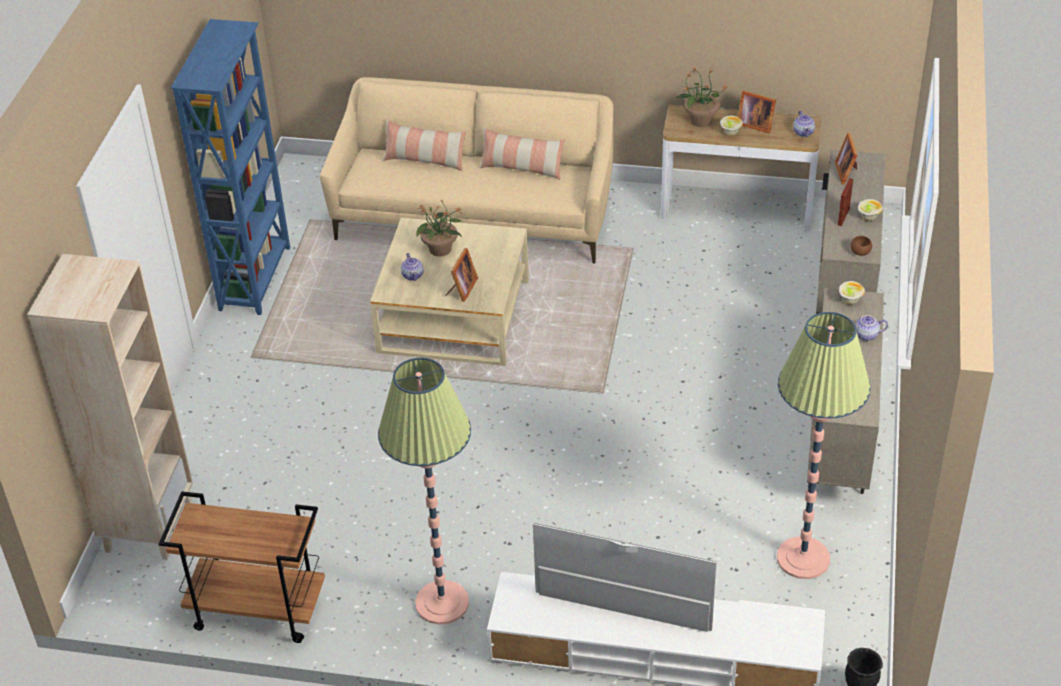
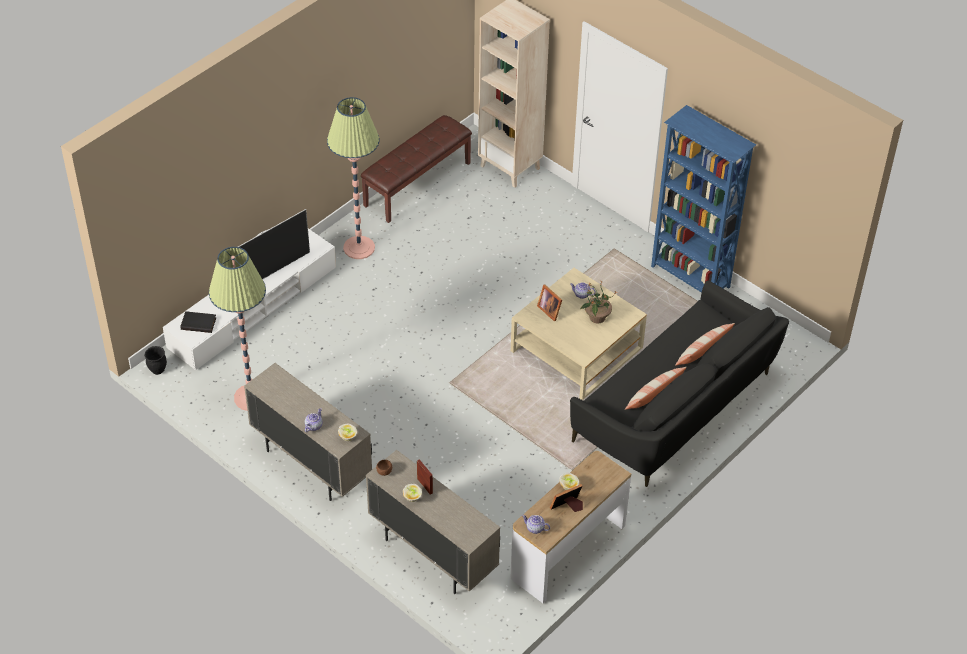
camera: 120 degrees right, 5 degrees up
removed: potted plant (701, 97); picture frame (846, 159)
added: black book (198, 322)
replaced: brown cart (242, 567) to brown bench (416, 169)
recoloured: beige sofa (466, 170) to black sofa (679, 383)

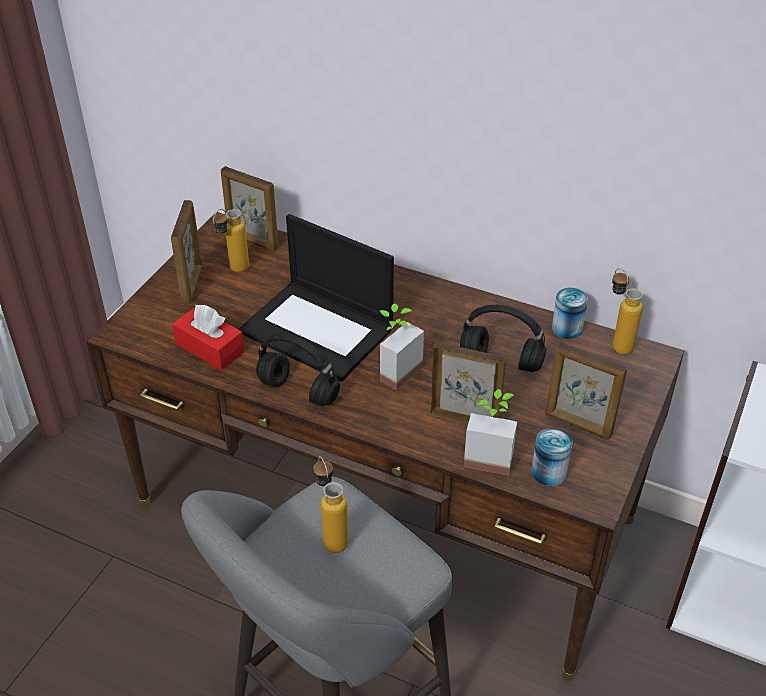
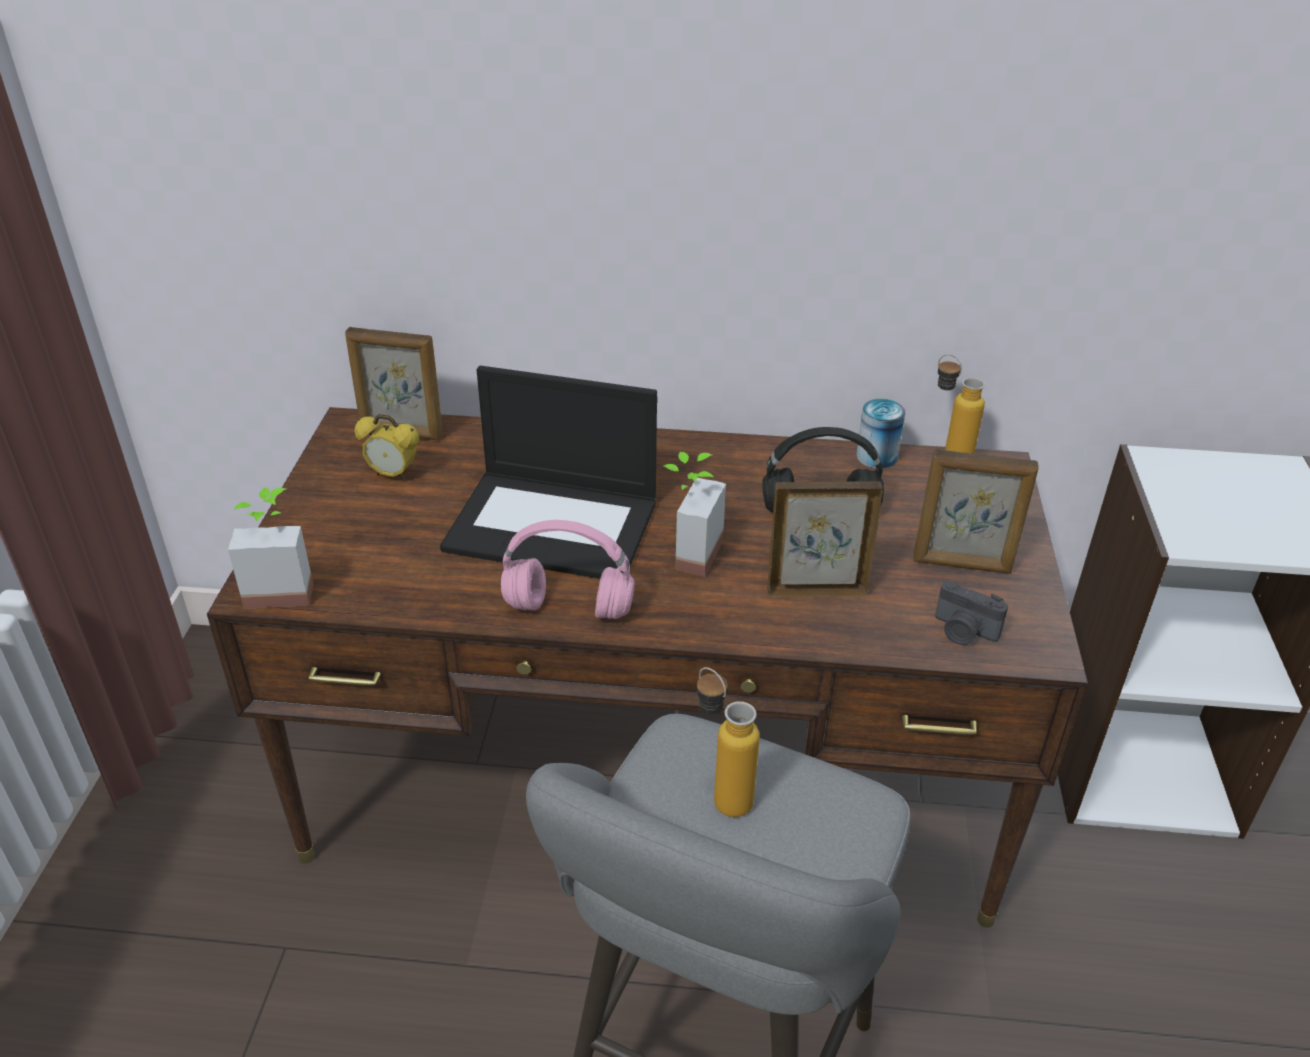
camera: 20 degrees left, 5 degrees down
removed: picture frame (187, 252); red tissue box (208, 337)
moved: potted plant (490, 432) to (271, 548)
replaced: bottle (230, 240) to alarm clock (387, 447); can (552, 457) to photo camera (971, 613)
recoloured: black headphones (298, 369) to pink headphones (567, 569)

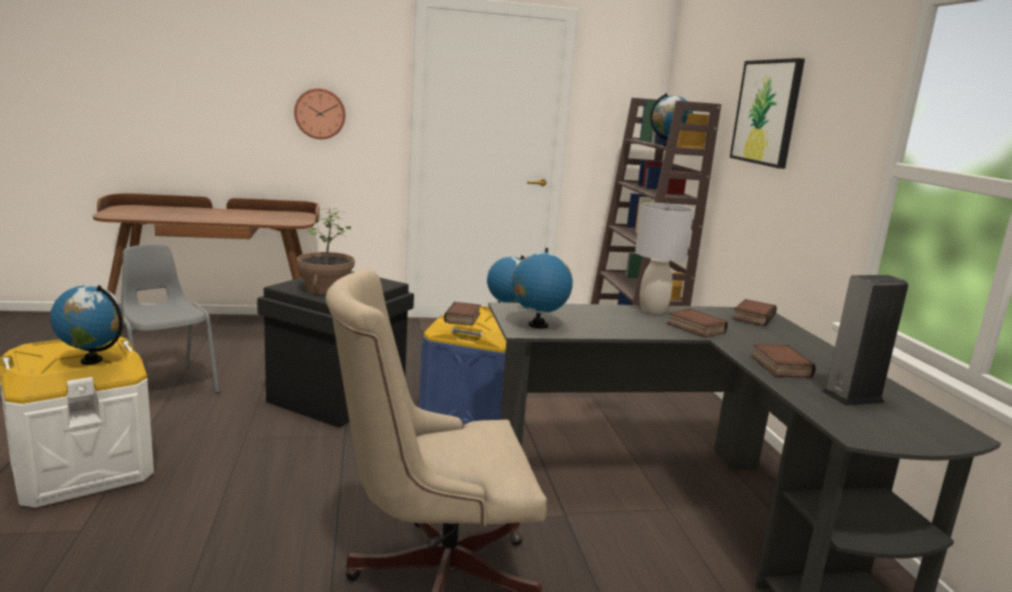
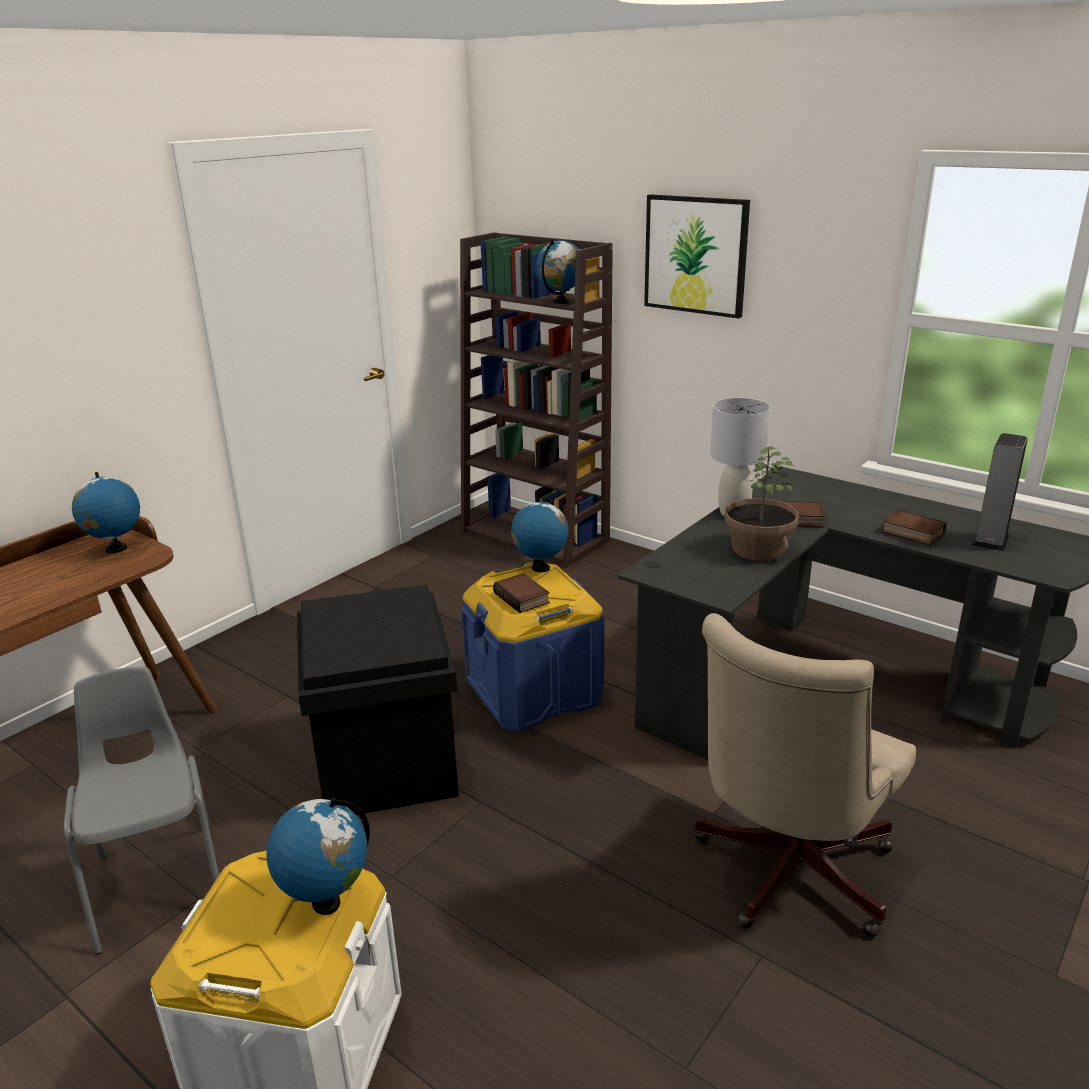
camera: 40 degrees left, 10 degrees up
removed: wall clock (319, 113); book (755, 312)
moved: globe (542, 288) to (106, 512); potted plant (326, 251) to (762, 503)
turned: grey chair (169, 318) = (141, 810) 60 degrees clockwise

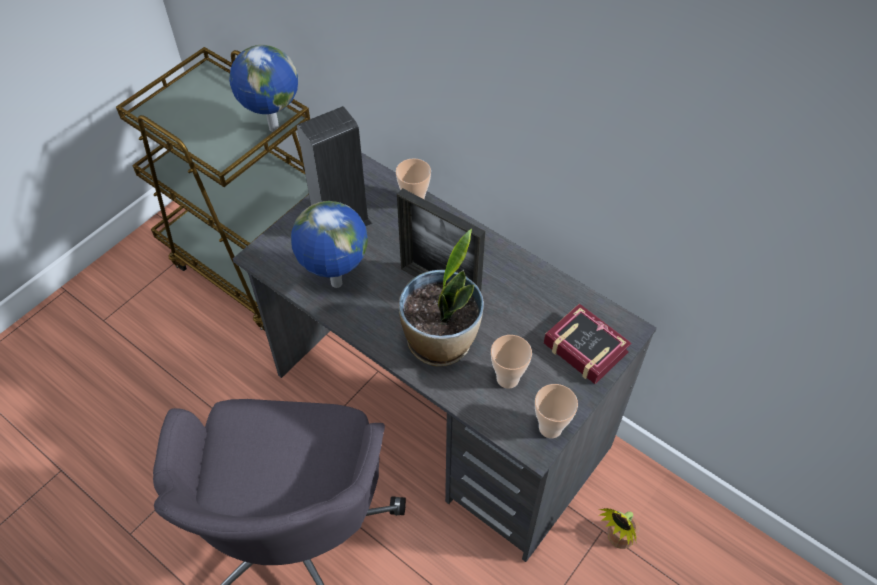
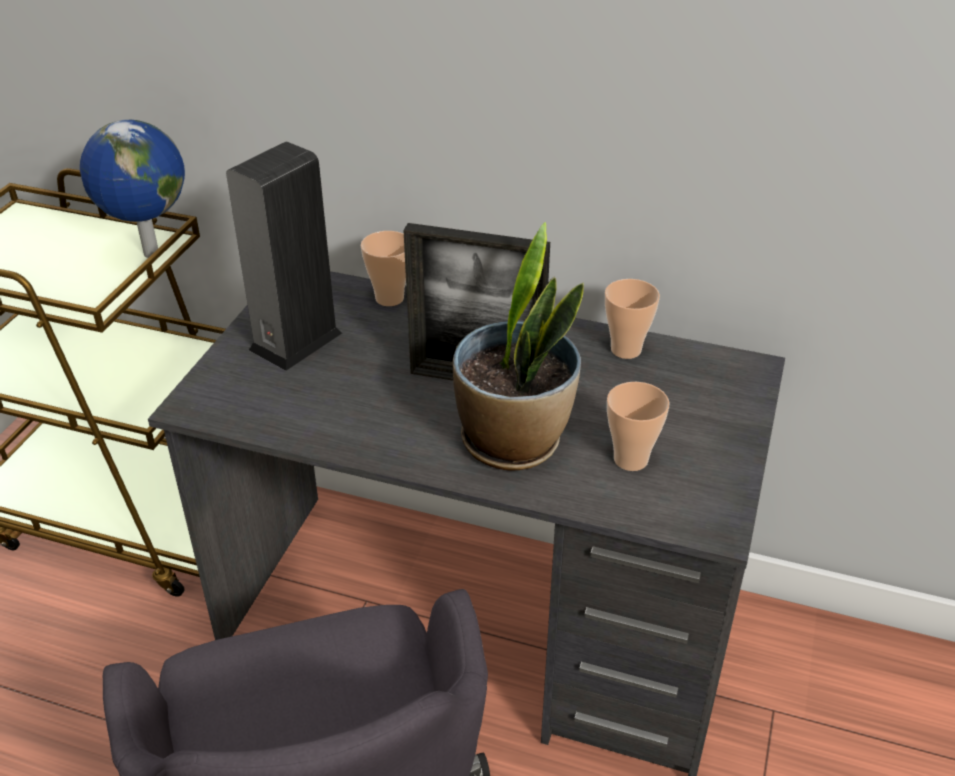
camera: 20 degrees left, 15 degrees down
removed: globe (329, 244); book (587, 344); potted plant (619, 528)
moved: cup (556, 411) to (632, 319)

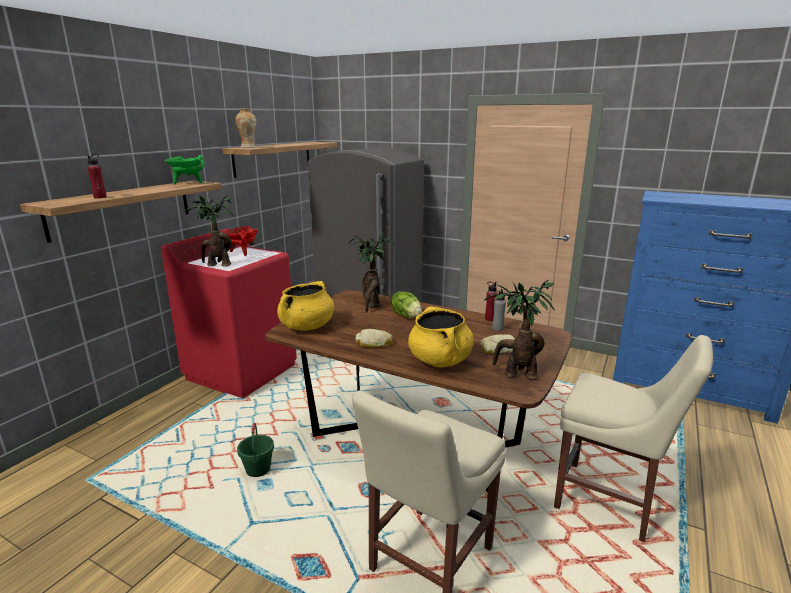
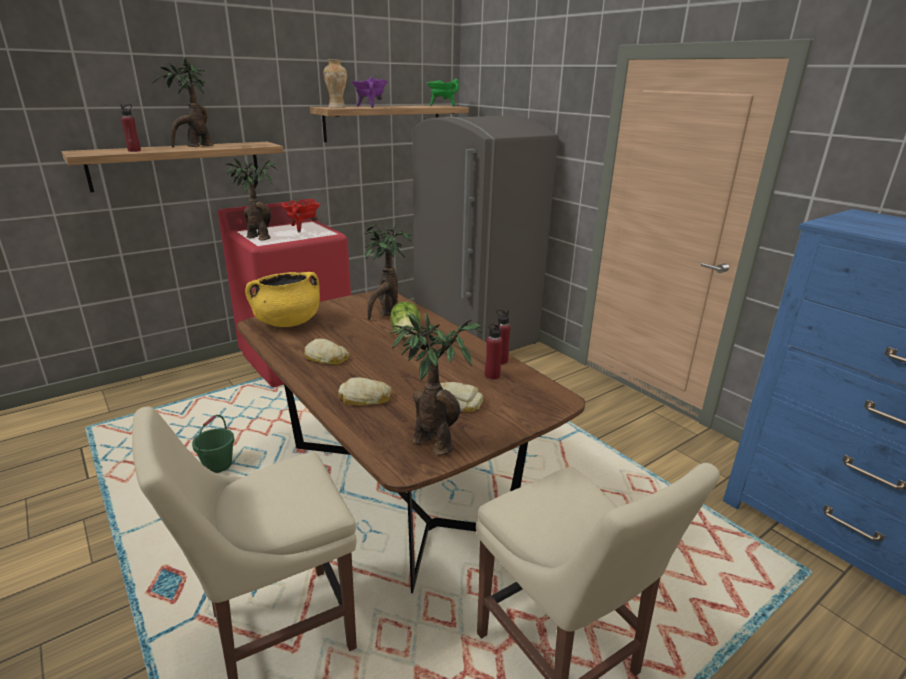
camera: 25 degrees right, 5 degrees up
added: potted plant (182, 102); purple cooking pot (369, 92)
moved: green cooking pot (185, 169) to (442, 92)
replaced: yellow cooking pot (441, 337) to bread (365, 391)
recoloured: grey bottle (499, 310) to red bottle (494, 350)

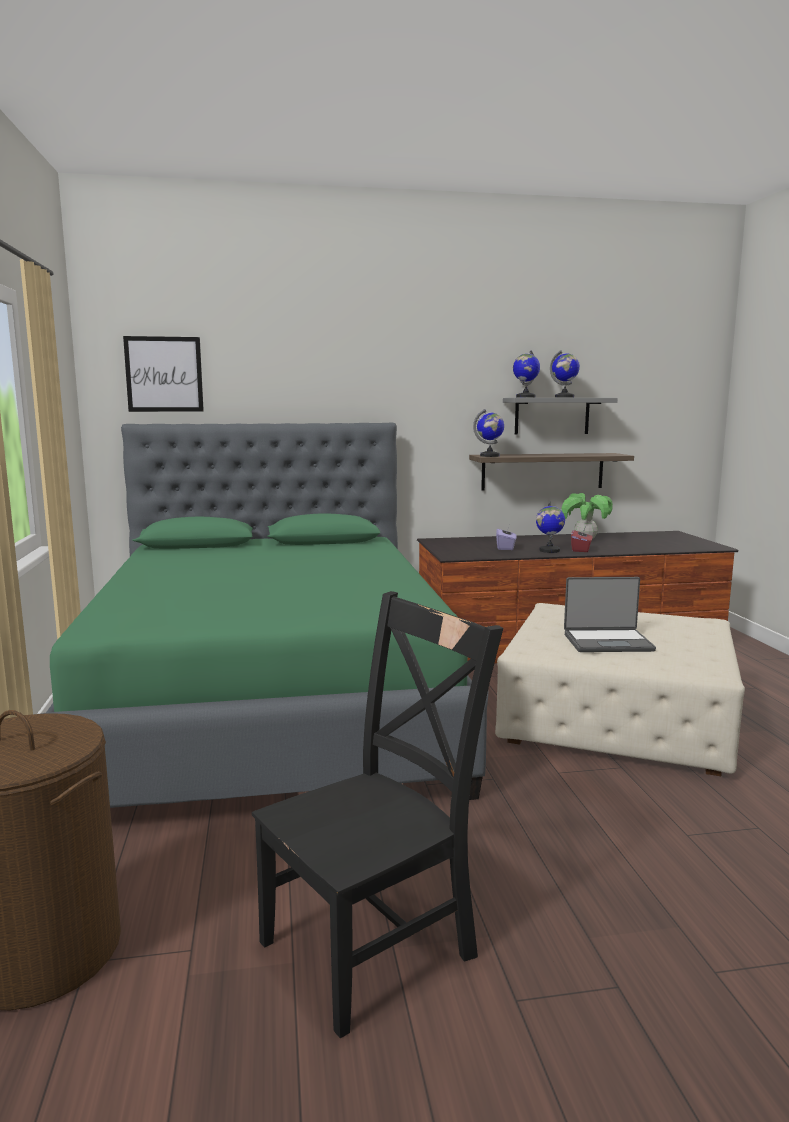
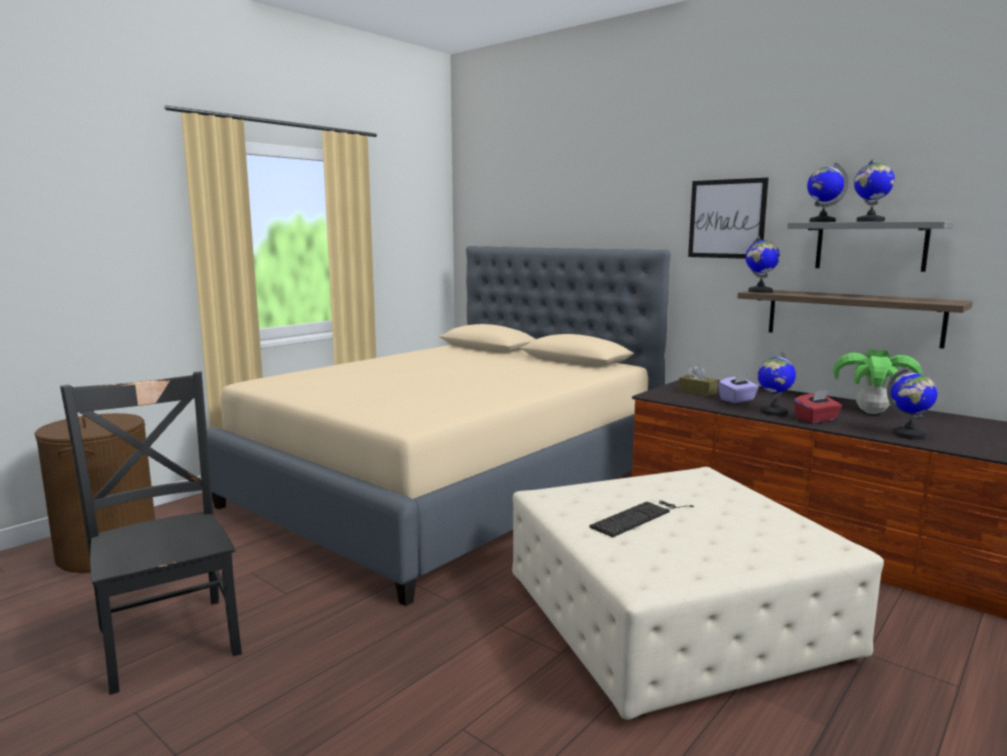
camera: 50 degrees right, 0 degrees up
added: brown tissue box (698, 381); globe (912, 403)
moved: picture (163, 374) to (728, 218)
replaced: laptop (610, 614) to keyboard (642, 519)
recoloured: green bed (264, 615) to beige bed (438, 426)
turned: black chair (377, 814) = (151, 533) 135 degrees counterclockwise

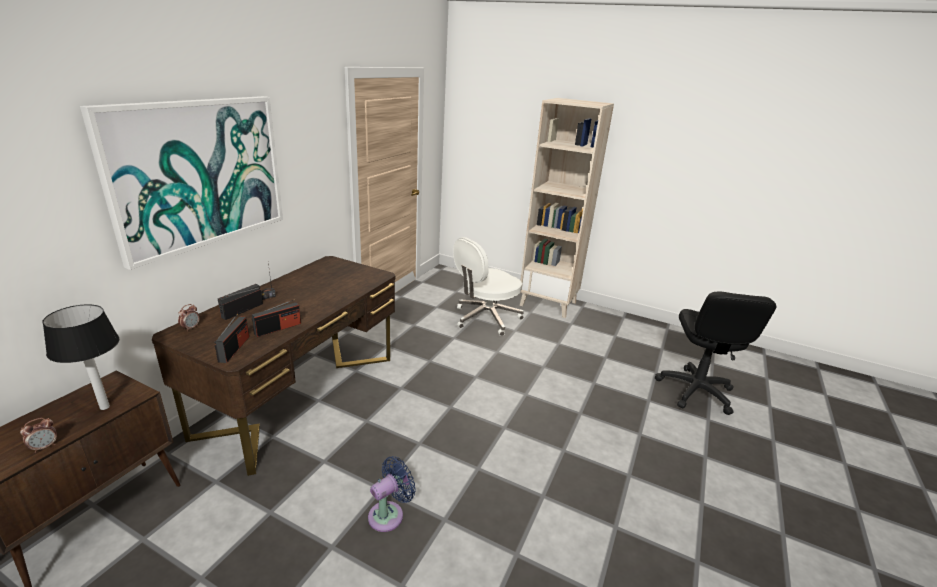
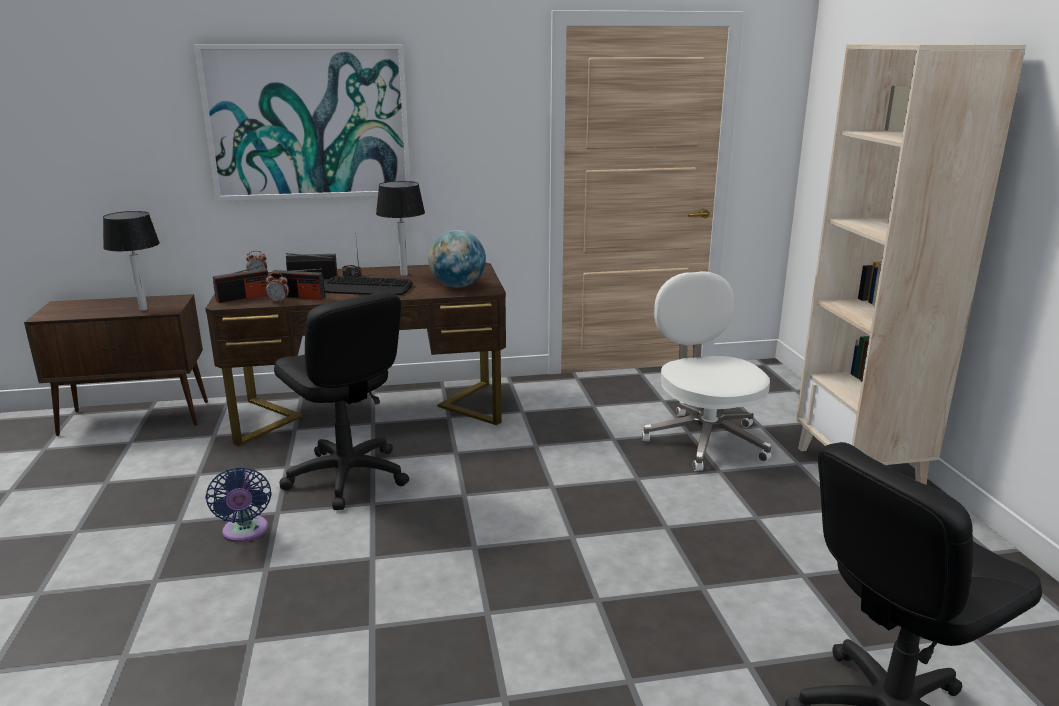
camera: 55 degrees right, 5 degrees down
added: black office chair (341, 400); keyboard (368, 285); table lamp (400, 228); globe (457, 259)
moved: alarm clock (38, 435) to (277, 288)
turned: blue fan (392, 494) = (239, 505) 60 degrees clockwise; white office chair (488, 286) = (706, 371) 60 degrees clockwise

